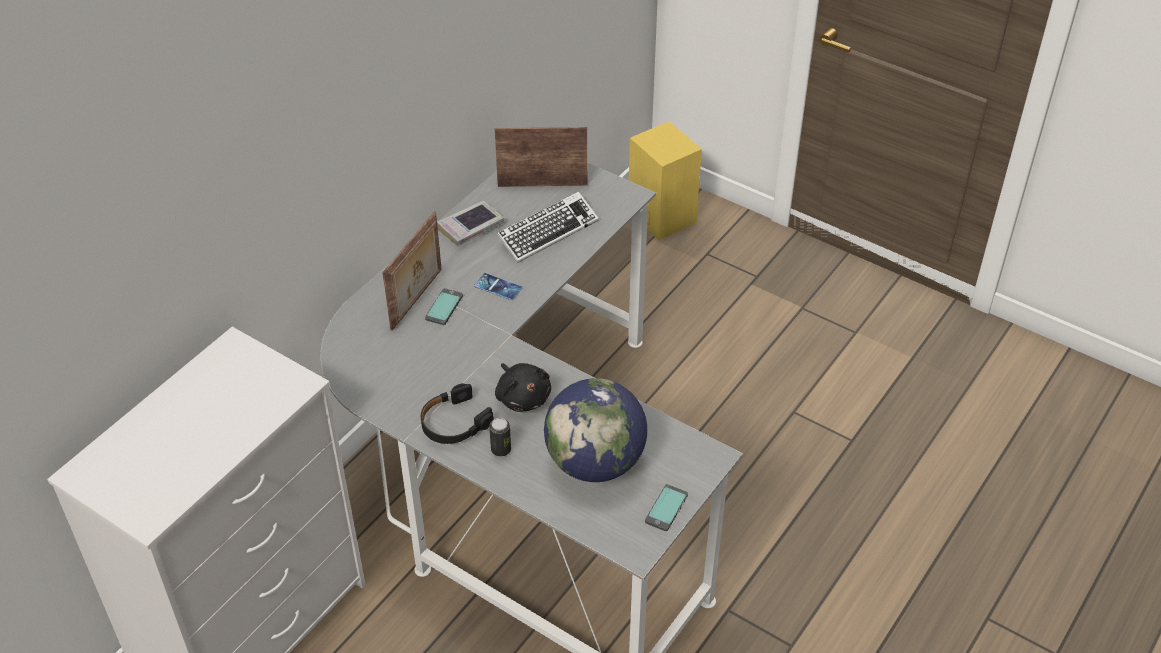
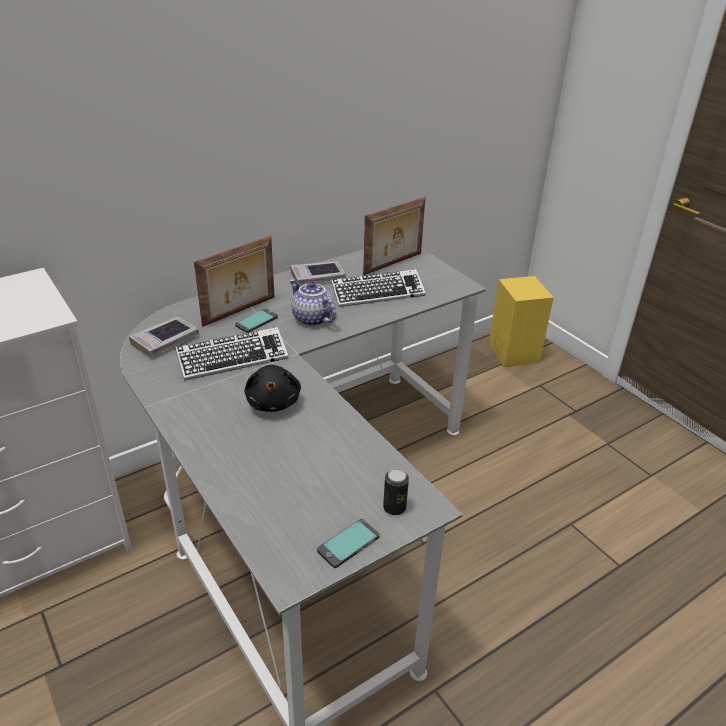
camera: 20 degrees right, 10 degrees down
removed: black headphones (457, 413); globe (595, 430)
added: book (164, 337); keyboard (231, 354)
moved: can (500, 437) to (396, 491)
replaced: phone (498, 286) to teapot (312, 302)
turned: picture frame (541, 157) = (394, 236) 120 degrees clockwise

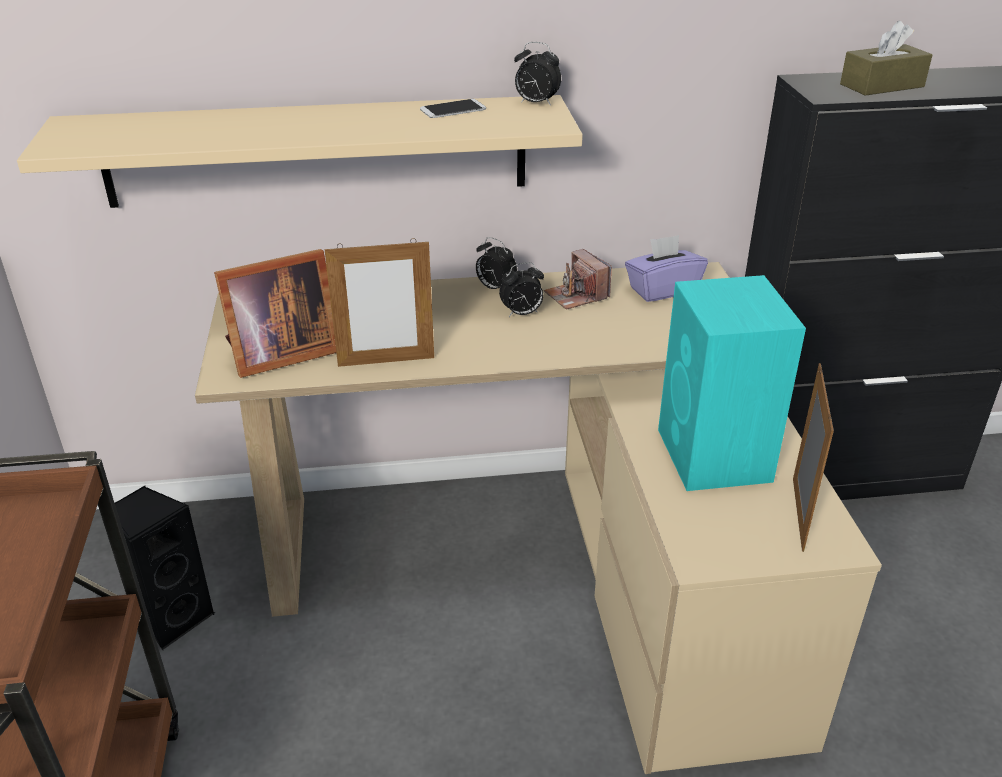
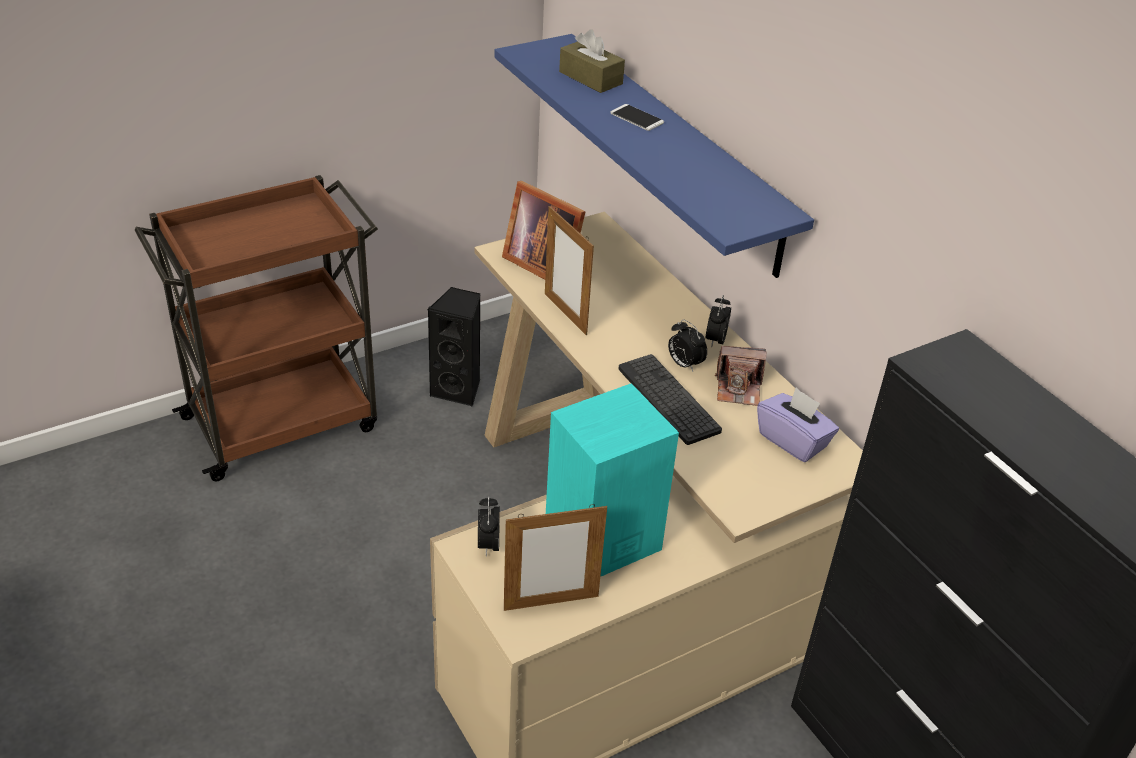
camera: 65 degrees right, 5 degrees up
added: keyboard (670, 399)
moved: alarm clock (537, 74) to (489, 526); brown tissue box (886, 58) to (592, 61); phone (453, 108) to (637, 117)
recoloured: beige shelf (300, 151) to blue shelf (654, 156)
turned: photo camera (578, 279) = (740, 376) 120 degrees counterclockwise

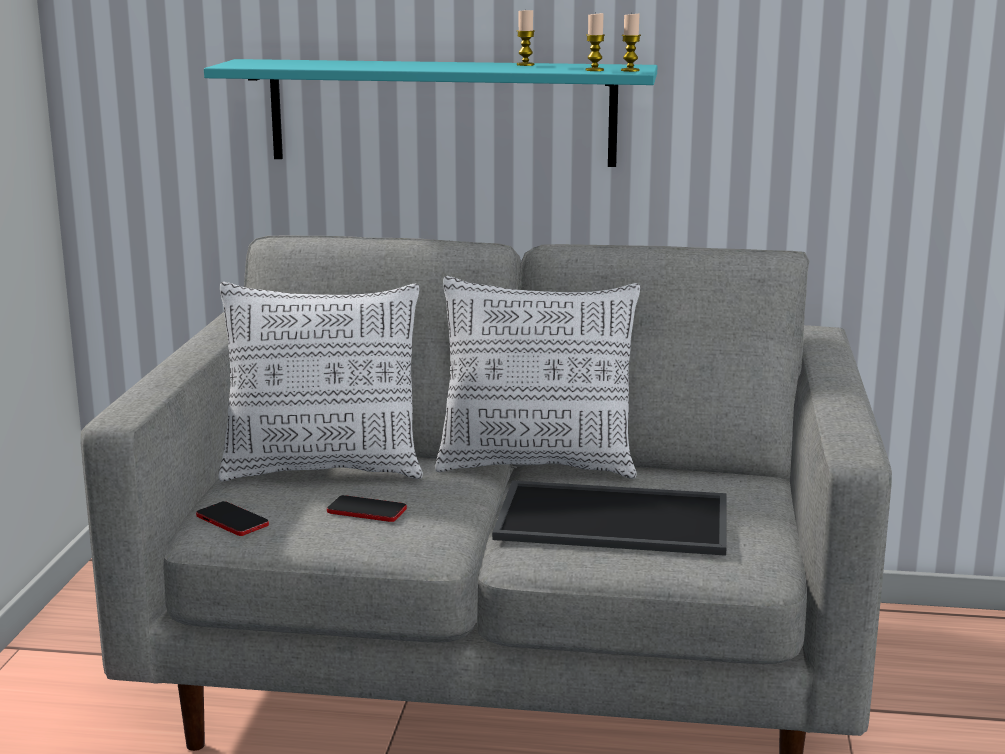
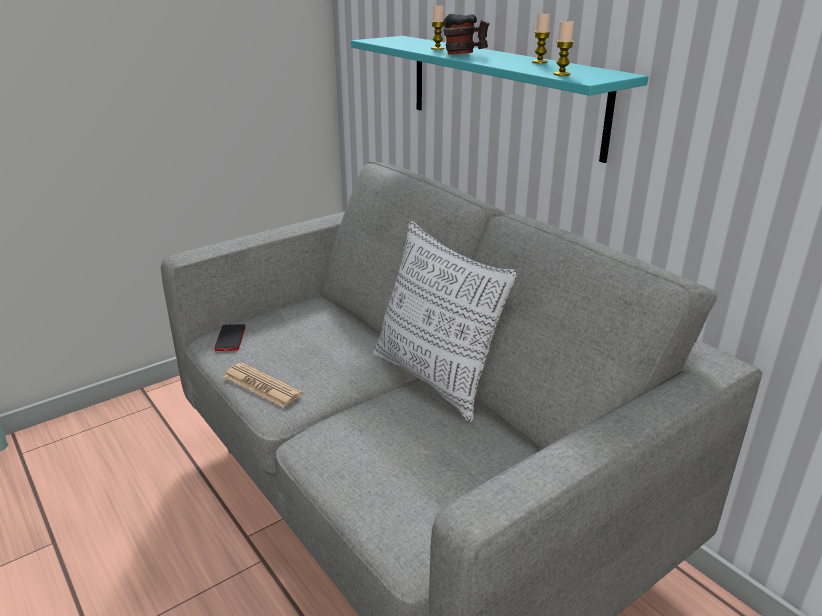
camera: 45 degrees right, 10 degrees up
removed: pillow (321, 382); phone (367, 508); tray (609, 518)
added: newspaper (263, 385); mug (466, 34)
moved: candle (631, 43) to (437, 27)

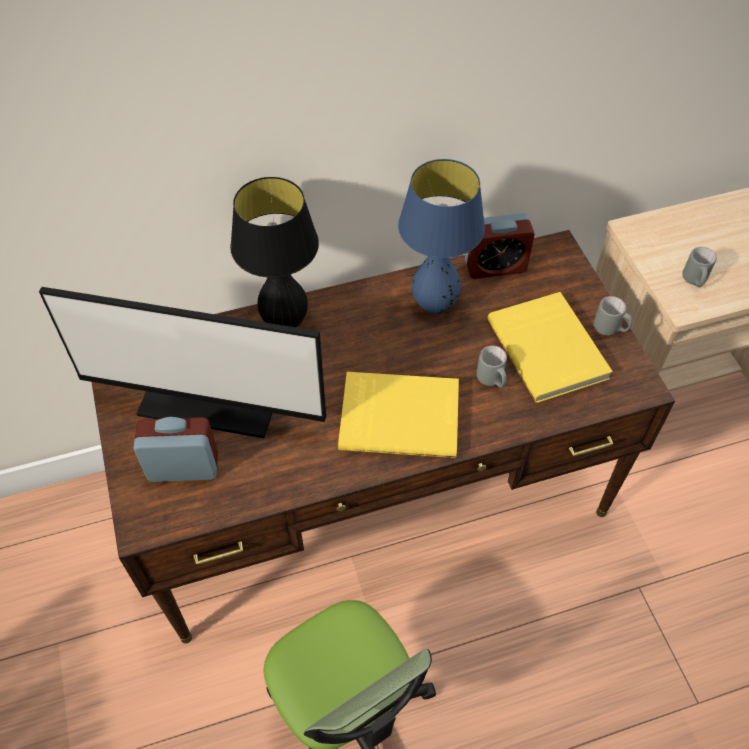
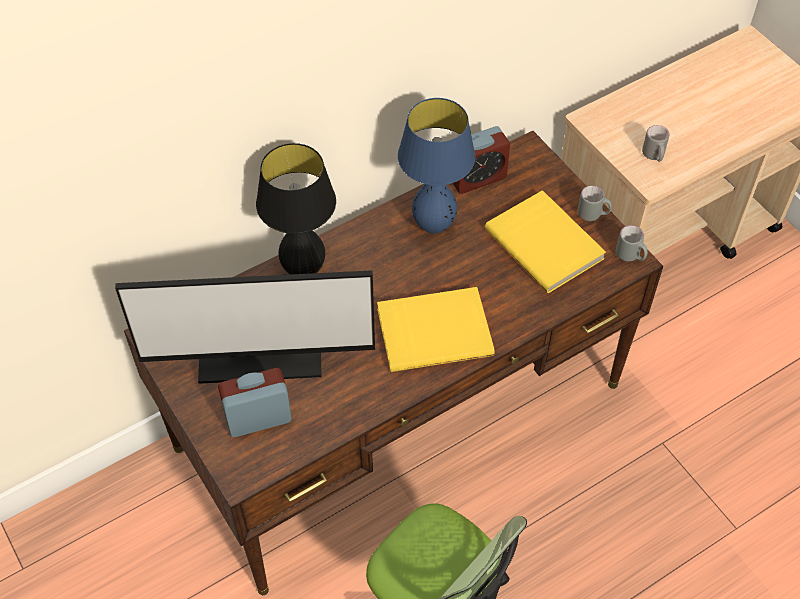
camera: 15 degrees left, 0 degrees up
moved: grey mug (491, 367) to (632, 243)

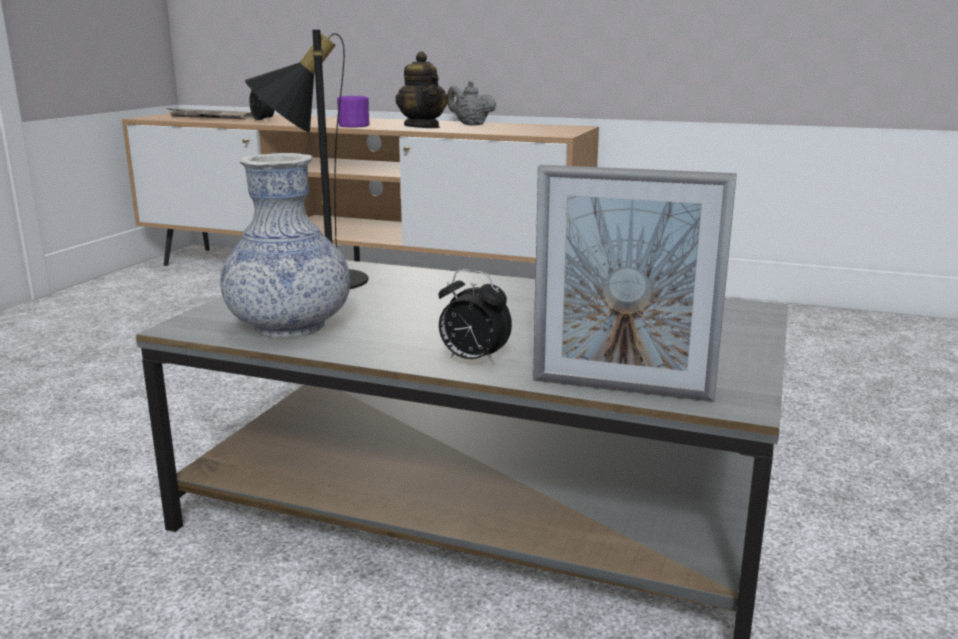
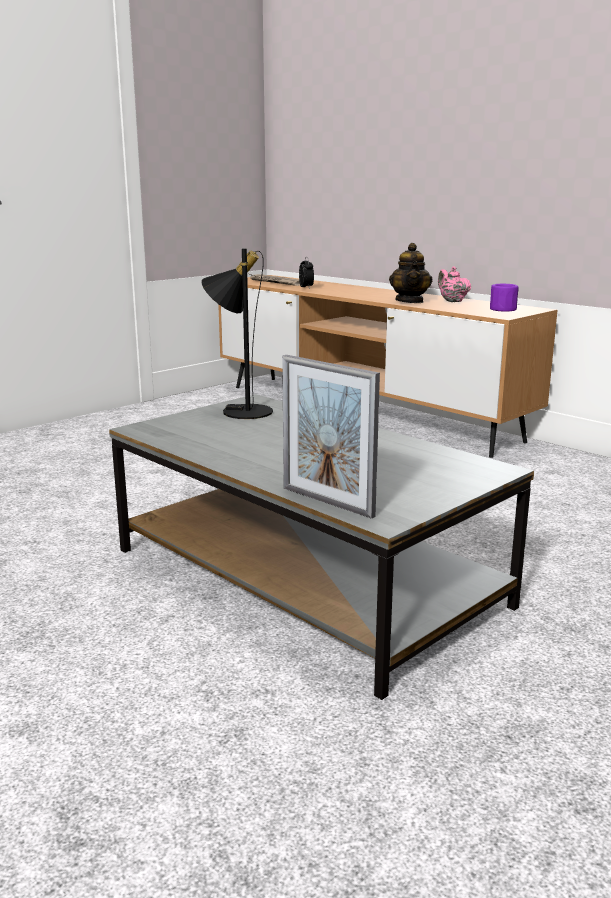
camera: 25 degrees right, 0 degrees up
removed: vase (285, 245); alarm clock (475, 317)
moved: purple mug (353, 111) to (504, 297)
recoloured: grey teapot (472, 103) to pink teapot (454, 284)

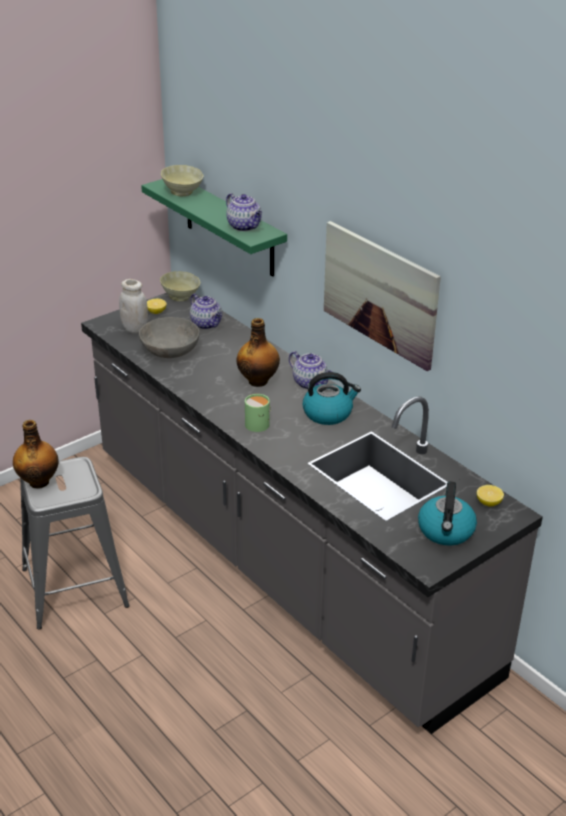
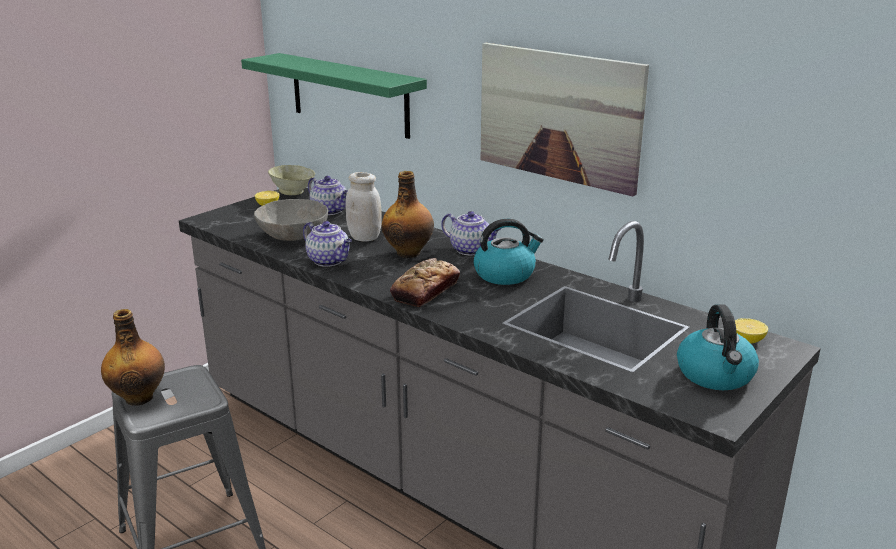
camera: 10 degrees left, 10 degrees down
removed: beige bowl (182, 180)
moved: teapot (244, 212) to (327, 244); white jar (133, 306) to (363, 206)
replaced: green mug (258, 413) to bread (425, 282)

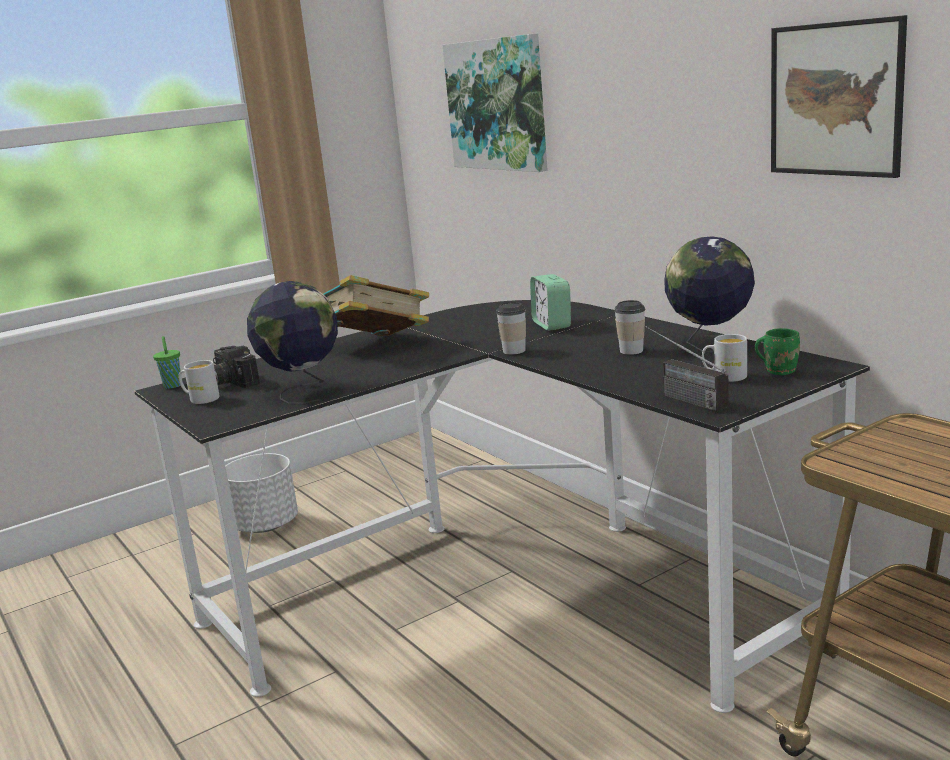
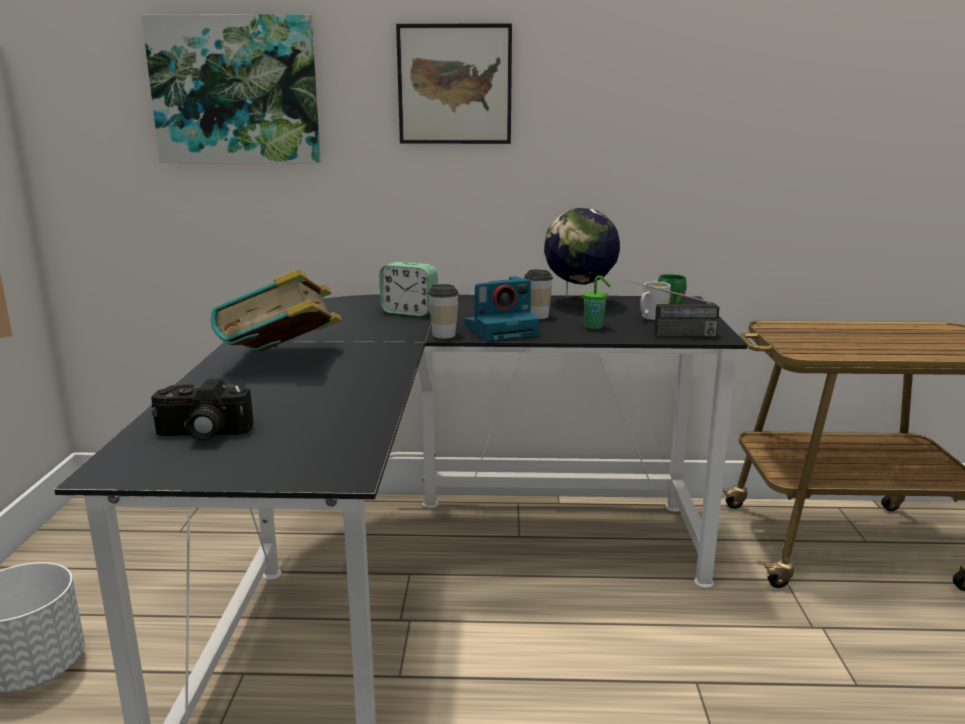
camera: 55 degrees left, 0 degrees up
removed: white mug (199, 382); globe (292, 342)
added: photo camera (502, 308)
moved: picture (839, 96) to (454, 83); green cup (167, 362) to (596, 302)

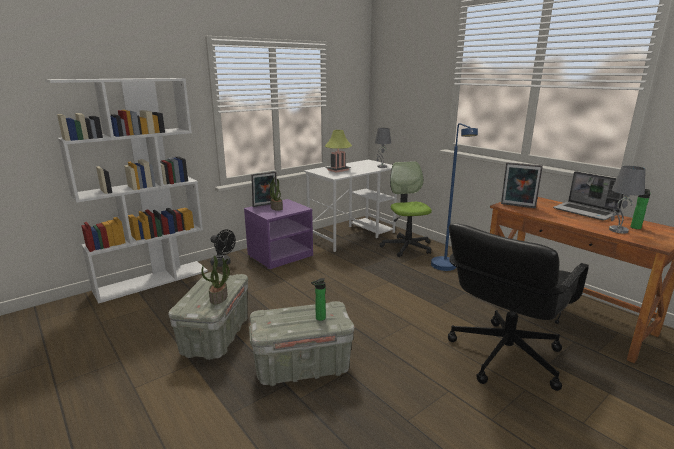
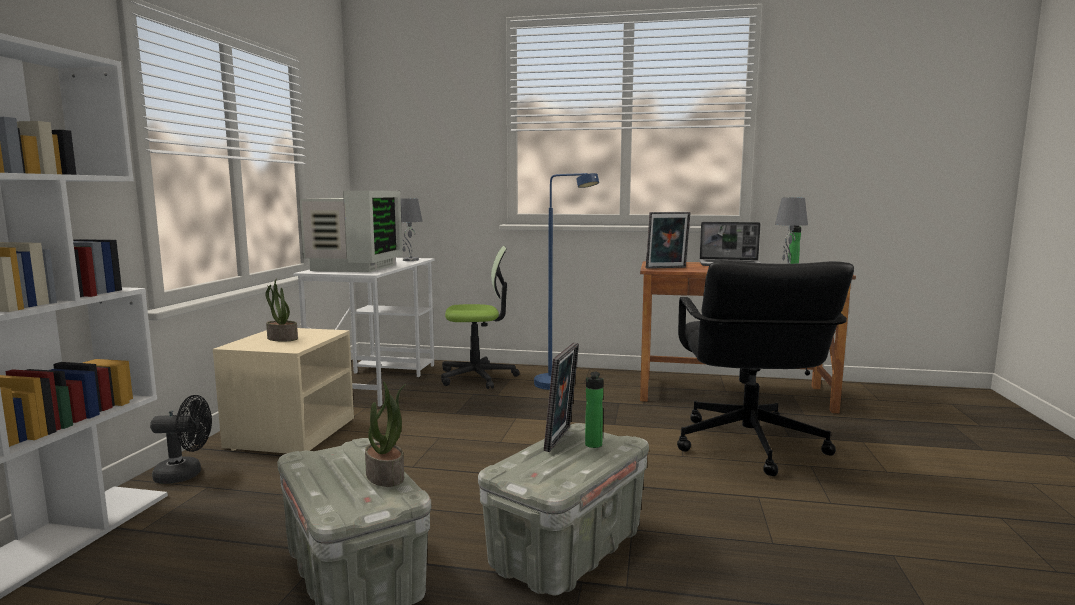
camera: 40 degrees left, 10 degrees down
moved: picture frame (264, 189) to (561, 397)
replaced: table lamp (338, 151) to monitor (350, 231)
recoloured: purple nightstand (278, 234) to beige nightstand (283, 390)
turned: office chair (406, 209) = (480, 317) 135 degrees clockwise

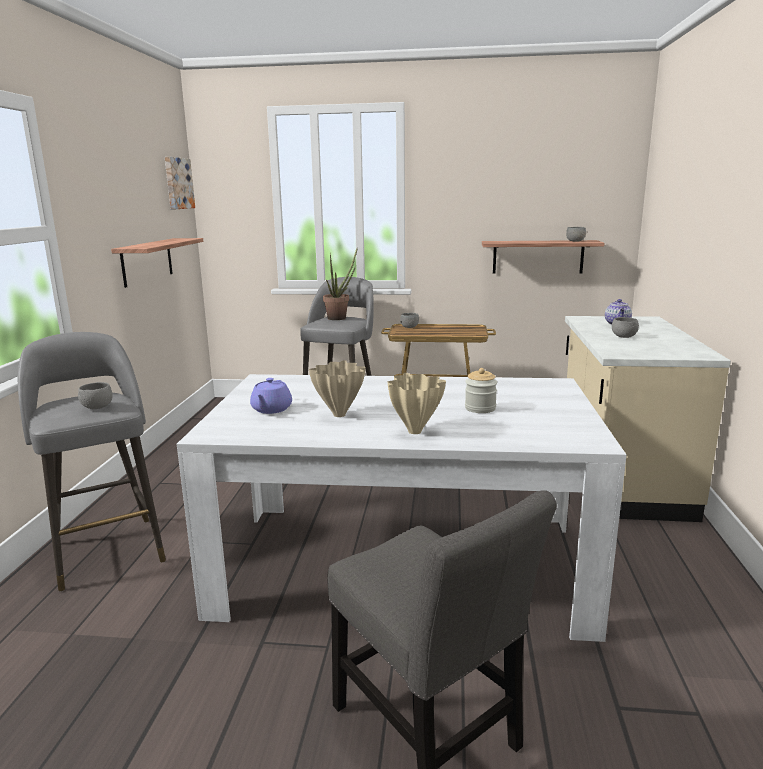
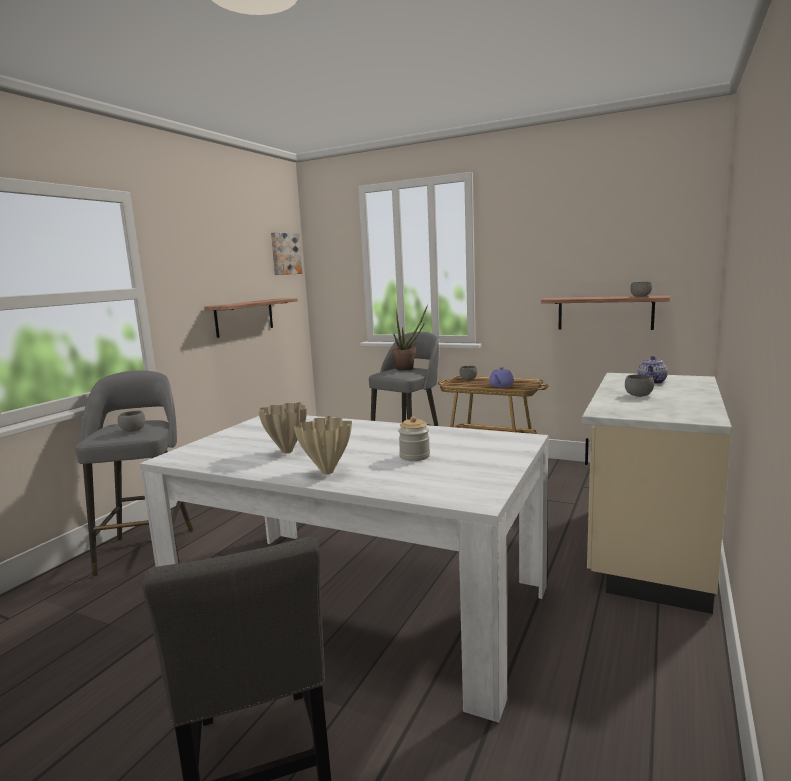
camera: 20 degrees right, 5 degrees down
moved: purple teapot (271, 396) to (501, 377)

